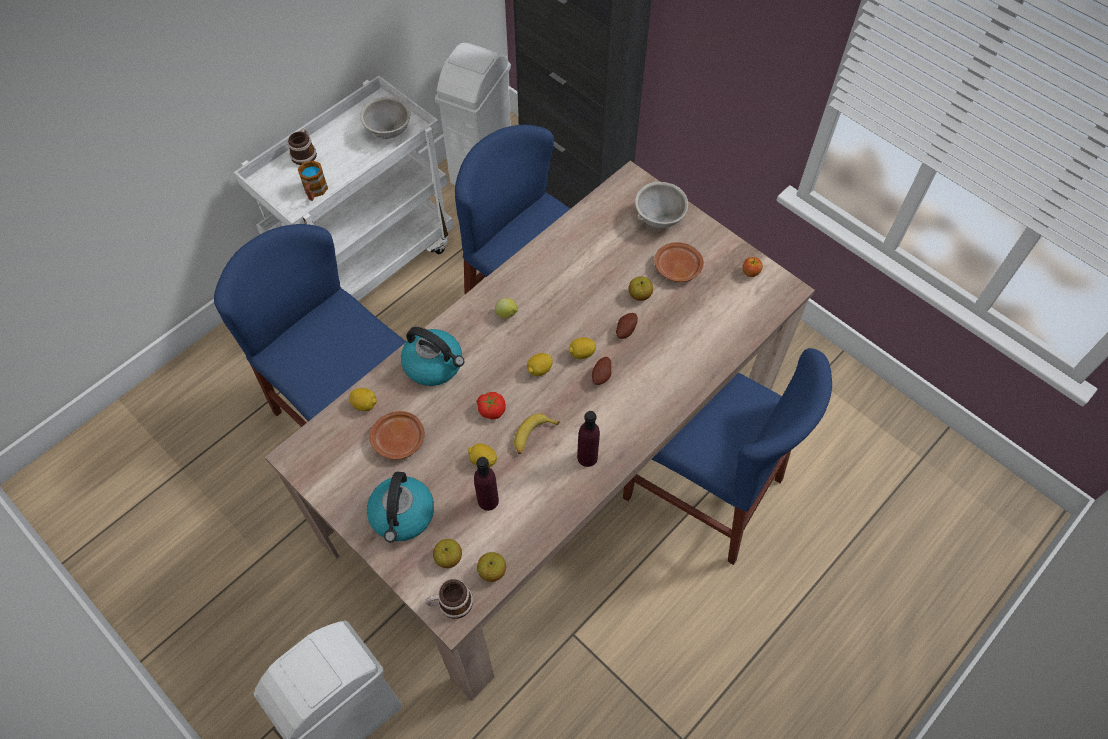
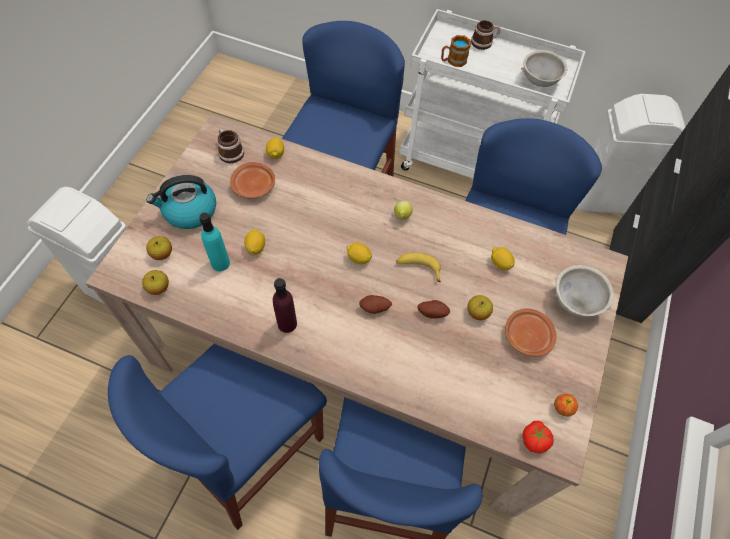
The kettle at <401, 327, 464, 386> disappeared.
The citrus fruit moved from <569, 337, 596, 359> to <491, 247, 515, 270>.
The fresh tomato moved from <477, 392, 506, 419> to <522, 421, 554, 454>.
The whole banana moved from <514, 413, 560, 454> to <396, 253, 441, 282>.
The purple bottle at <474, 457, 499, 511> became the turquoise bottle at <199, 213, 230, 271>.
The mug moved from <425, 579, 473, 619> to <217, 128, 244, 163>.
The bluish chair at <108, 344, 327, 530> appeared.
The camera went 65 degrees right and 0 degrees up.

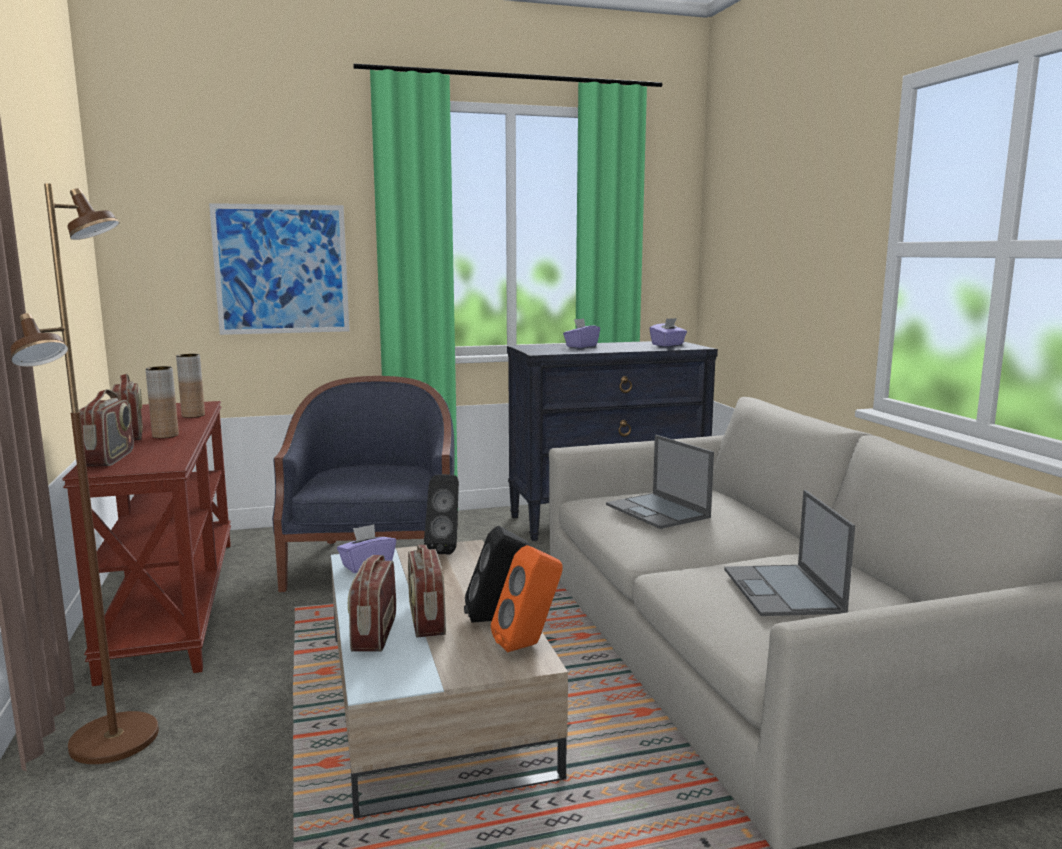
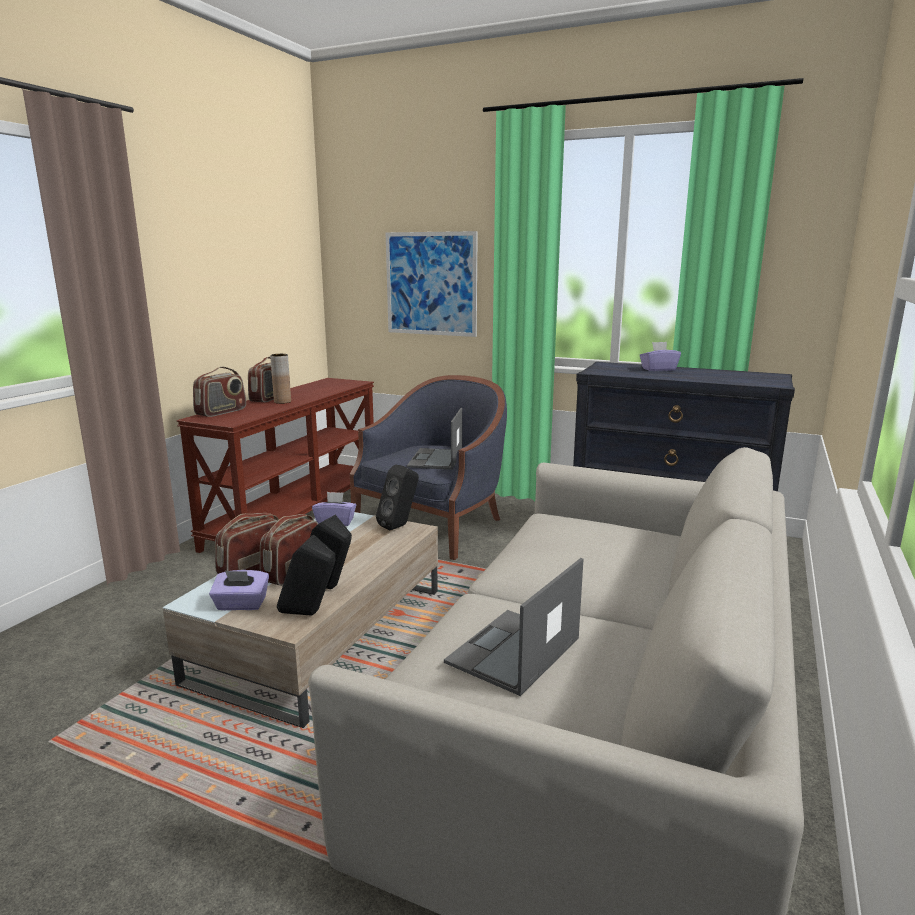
The brown-coloured floor lamp at <10, 183, 159, 764> disappeared.
The purple tissue box moved from <649, 318, 687, 346> to <209, 570, 269, 610>.
The brown-coloured vase at <176, 354, 205, 418> disappeared.
The laptop moved from <606, 435, 714, 529> to <407, 408, 462, 470>.
The orangey audio speaker at <491, 545, 563, 652> became the blackish audio speaker at <277, 535, 335, 616>.
The camera went 40 degrees right and 5 degrees up.

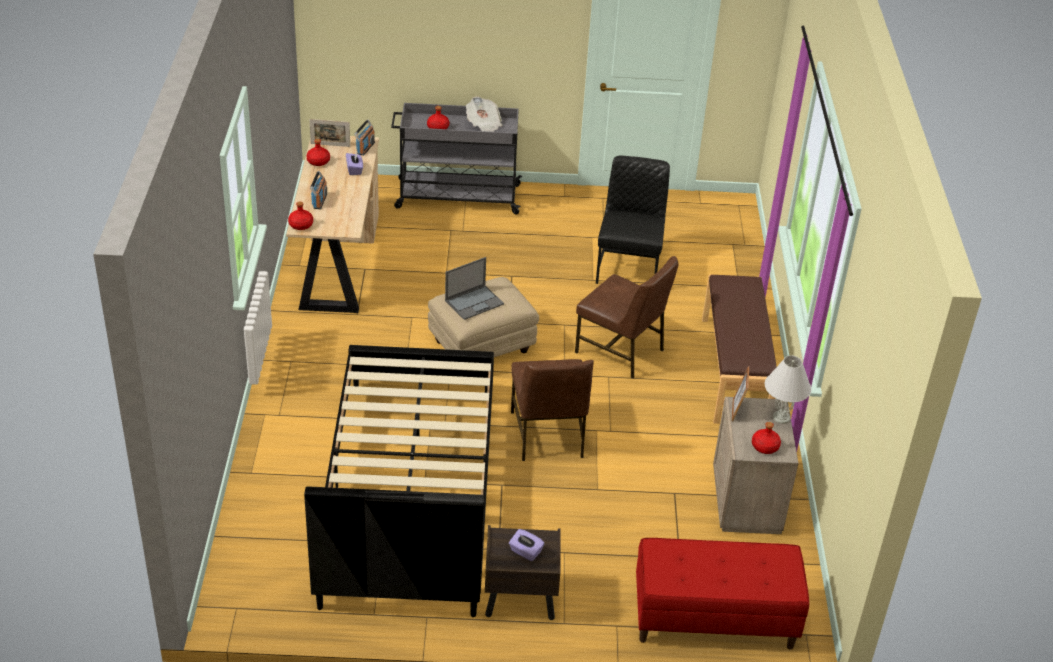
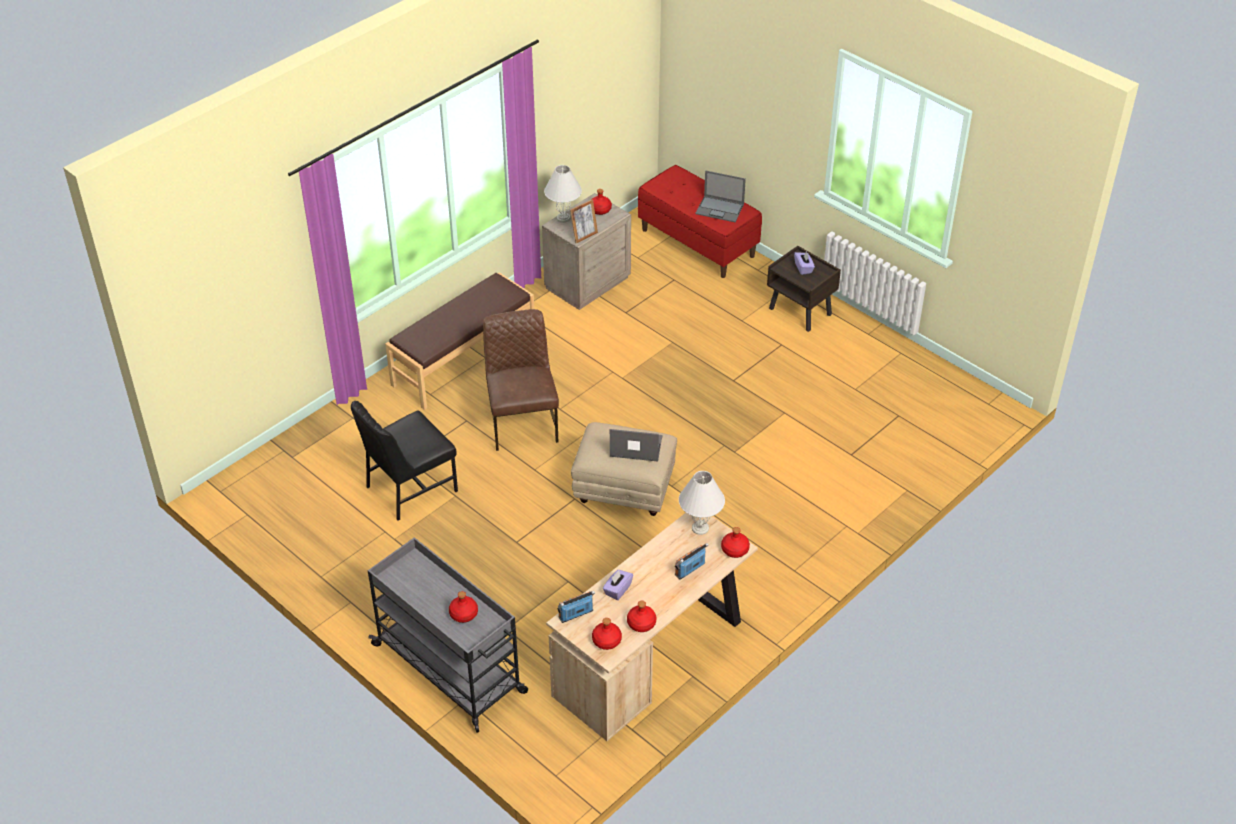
The daily paper at <466, 96, 502, 132> disappeared.
The standing frame at <309, 119, 350, 147> was replaced by the red-coloured bottle at <592, 618, 622, 650>.
The blackish bedroom bed at <304, 345, 494, 617> disappeared.
The brown-coloured chair at <511, 359, 594, 461> disappeared.
The laptop at <695, 171, 746, 222> appeared.
The white lamp for a table at <679, 471, 725, 535> appeared.
The camera went 135 degrees left and 5 degrees up.

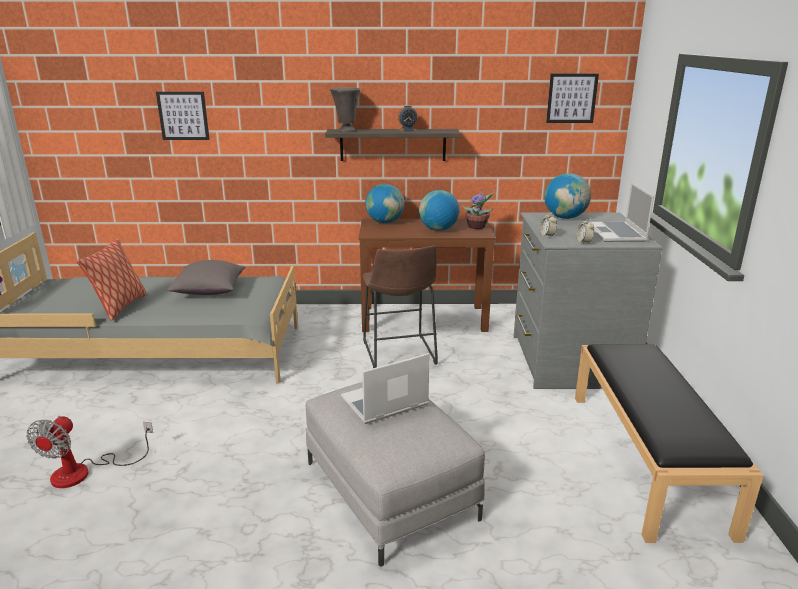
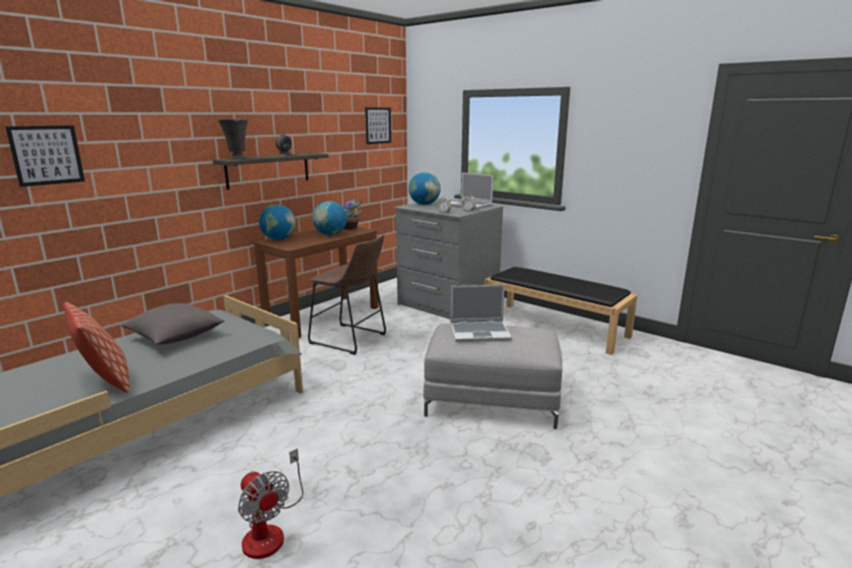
The laptop at <341, 353, 430, 424> turned 105 degrees counterclockwise.
The camera went 50 degrees left and 5 degrees down.

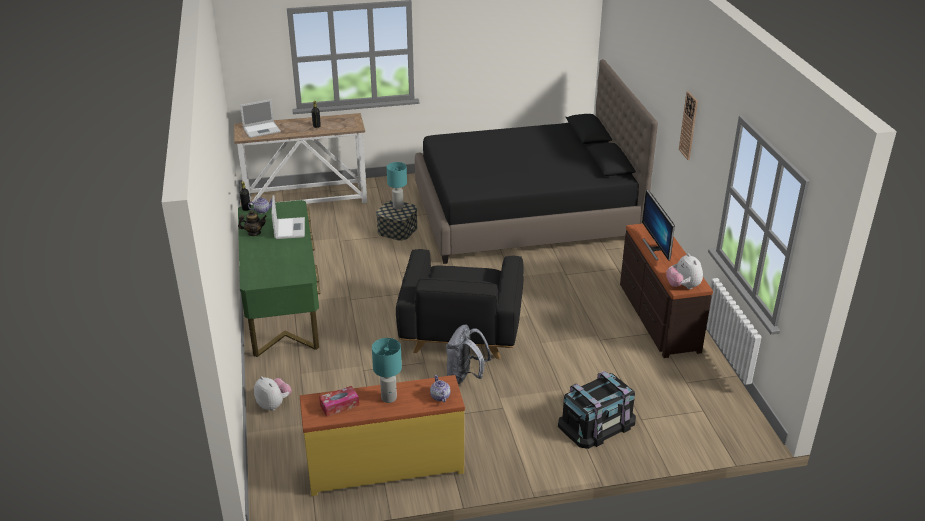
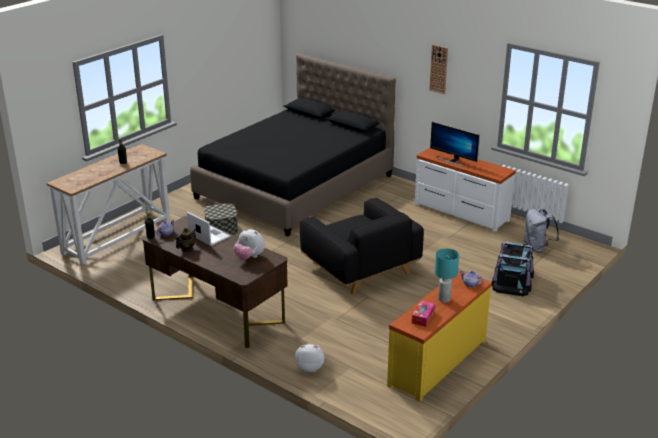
The laptop at <240, 99, 281, 138> disappeared.
The turquoise lamp for a table at <387, 162, 407, 209> disappeared.
The greenish desk at <238, 200, 321, 357> became the brown-coloured desk at <142, 216, 288, 348>.
The brown-coloured chest of drawers at <620, 224, 713, 358> became the white chest of drawers at <415, 148, 516, 232>.
The plush toy moved from <666, 253, 703, 289> to <234, 228, 265, 260>.
The greyish backpack moved from <446, 324, 491, 384> to <524, 208, 559, 253>.
The camera went 40 degrees left and 5 degrees down.

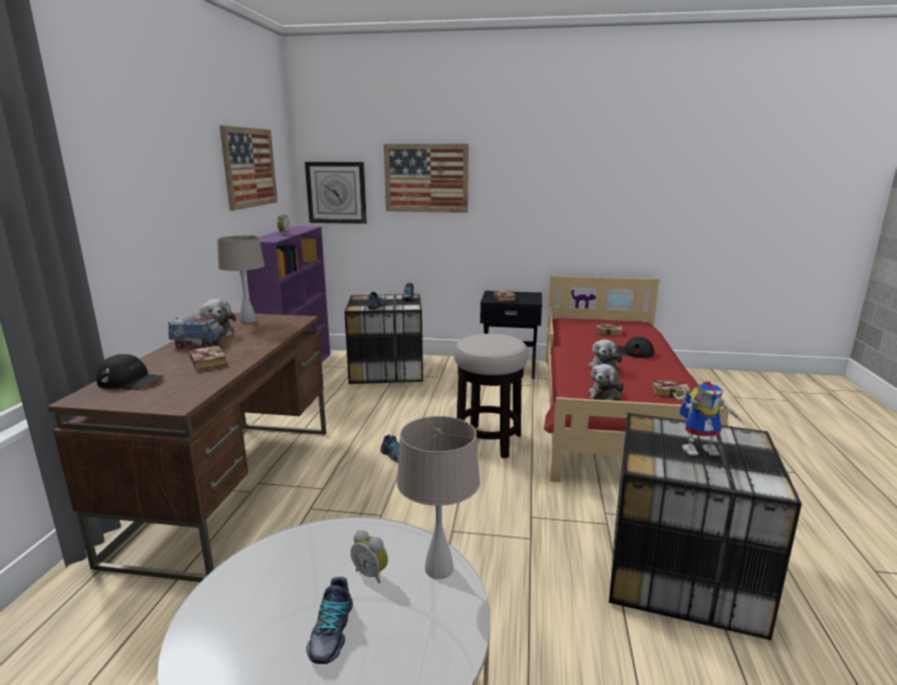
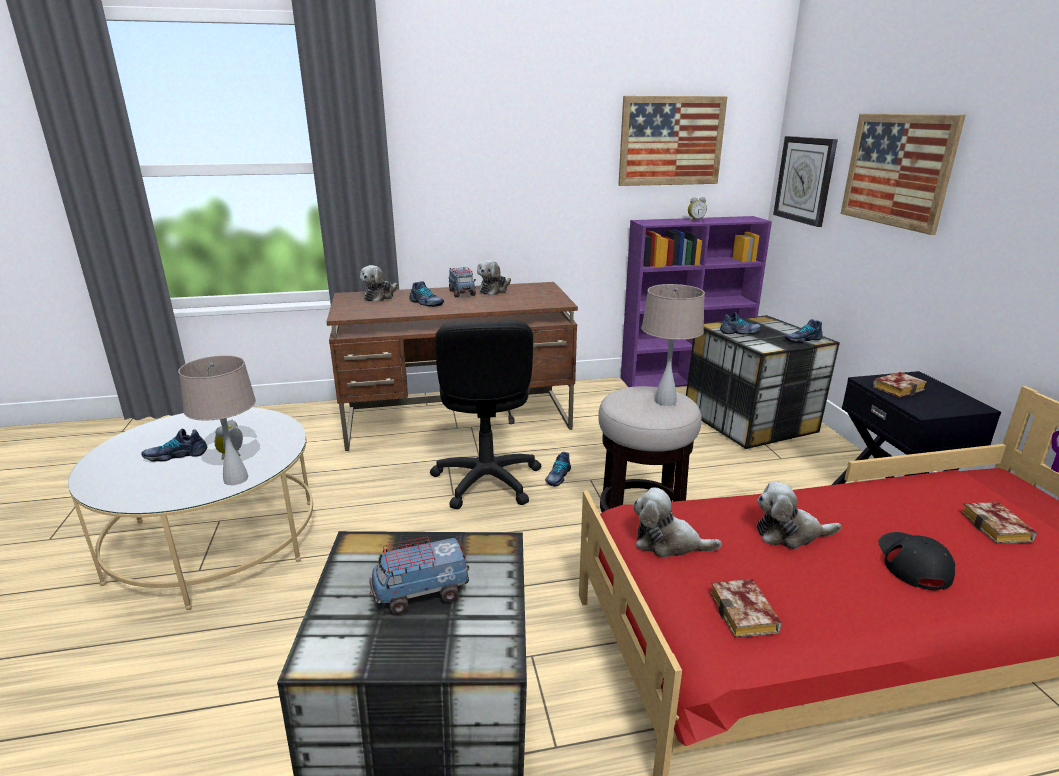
The beige-coloured lamp for a table moved from <217, 235, 265, 323> to <642, 284, 705, 406>.
The volume at <189, 346, 227, 371> was replaced by the item of footwear at <410, 281, 444, 307>.
The blackish peaked cap at <96, 354, 164, 390> was replaced by the plush toy at <360, 265, 398, 302>.
The robot figure at <673, 381, 743, 455> was replaced by the toy truck at <369, 536, 469, 615>.
The blackish computer chair at <430, 320, 541, 509> appeared.
The camera went 70 degrees right and 5 degrees up.

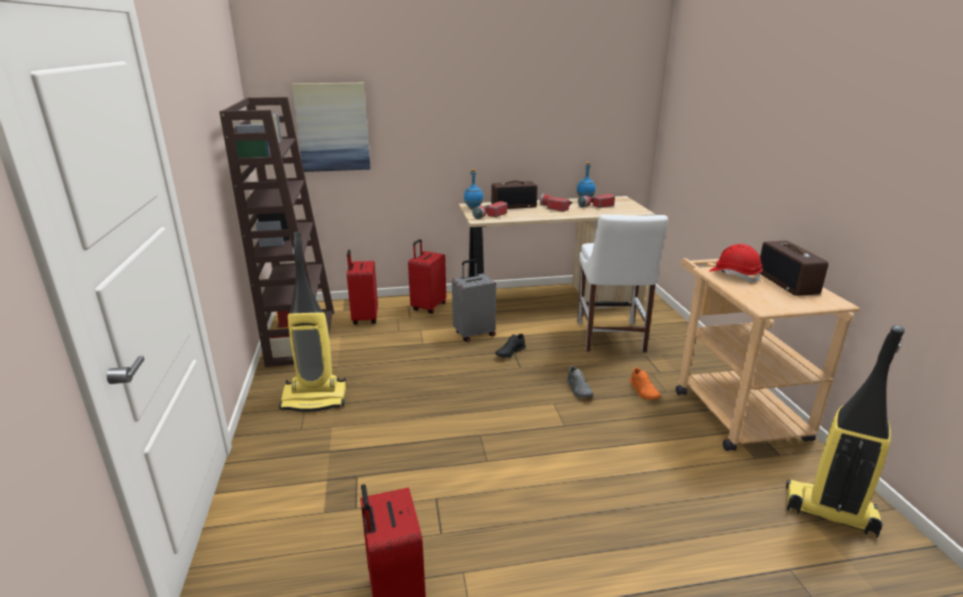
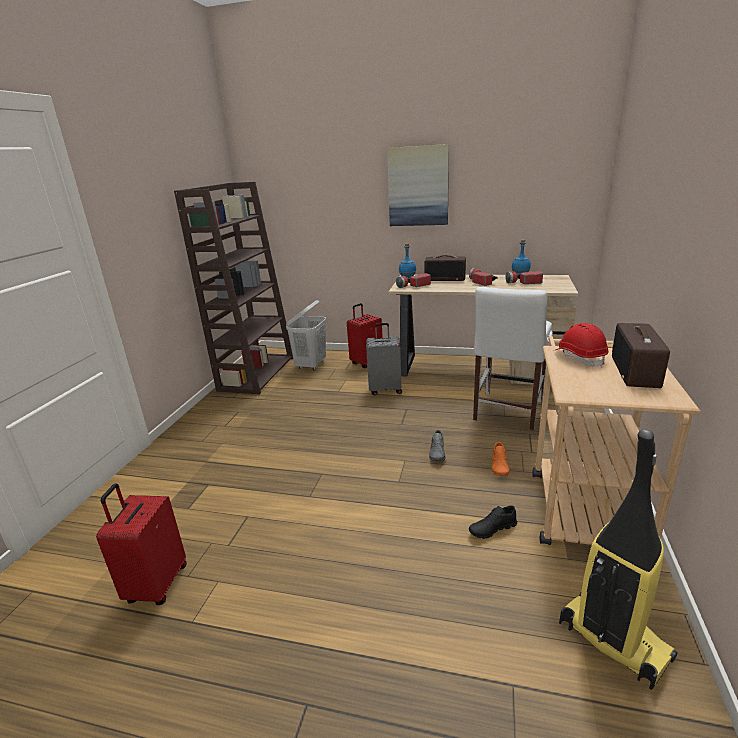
The wall art moved from <292, 83, 371, 172> to <387, 144, 449, 226>.
The vacuum cleaner at <279, 232, 347, 412> disappeared.
The red-coloured suitcase at <347, 250, 378, 324> was replaced by the white laundry basket at <286, 300, 326, 370>.
The blackish item of footwear moved from <495, 334, 526, 358> to <469, 505, 517, 539>.
The camera went 25 degrees right and 0 degrees up.

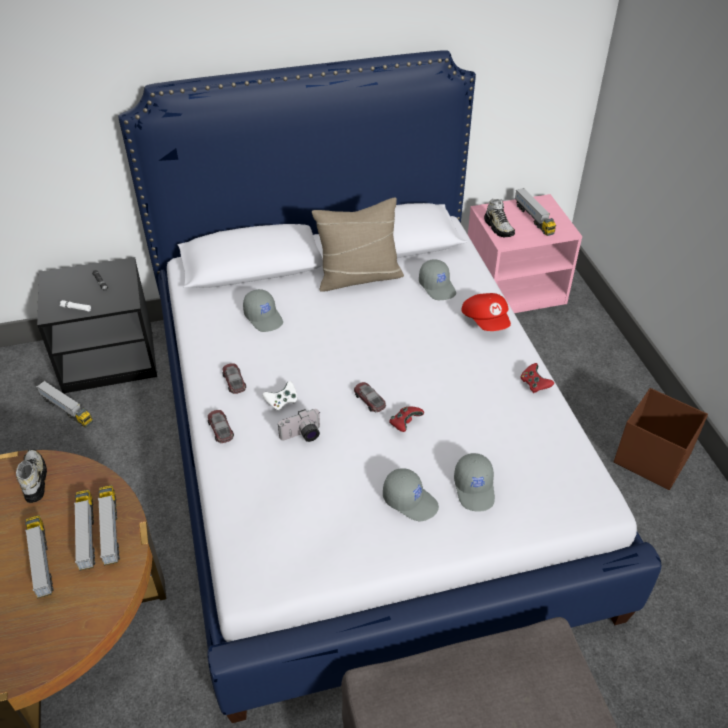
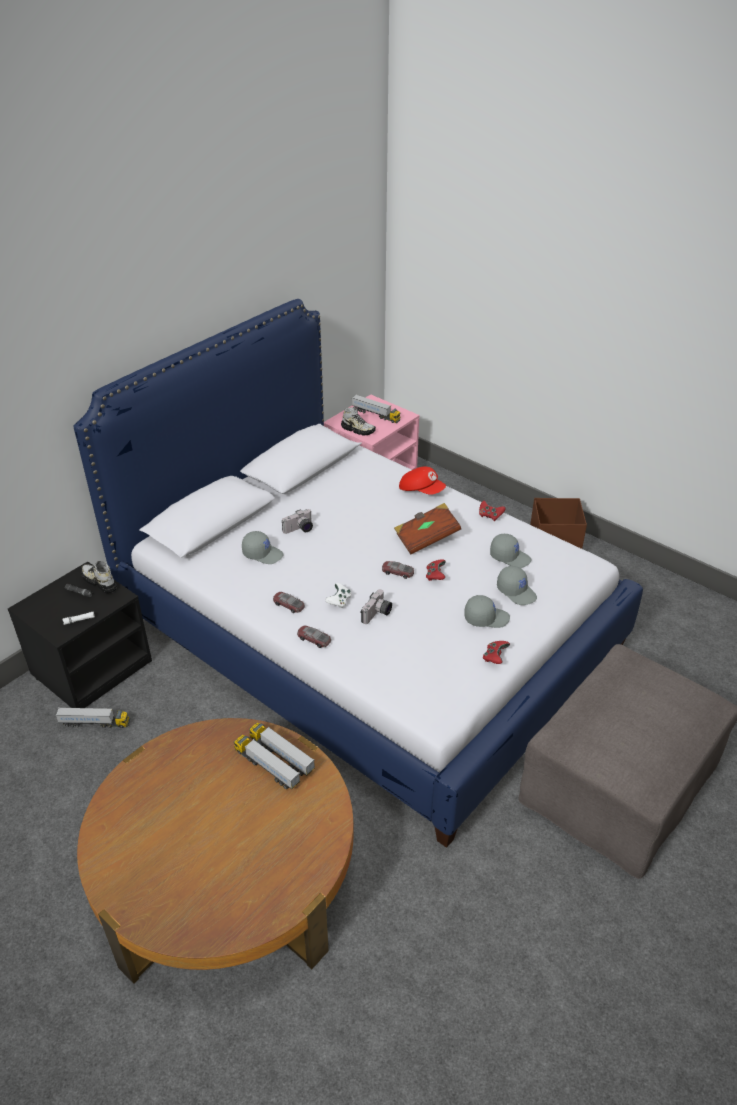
The beige-coloured throw pillow at <312, 197, 404, 291> disappeared.
The greyish peaked cap moved from <419, 259, 456, 300> to <490, 534, 532, 568>.
The item of footwear moved from <16, 449, 47, 503> to <81, 561, 117, 594>.
The toy truck at <25, 515, 53, 599> disappeared.
The brown-coloured volume at <394, 503, 461, 555> appeared.
The still camera at <282, 509, 313, 534> appeared.
The red-coloured joypad at <483, 641, 510, 664> appeared.
The camera went 35 degrees left and 5 degrees down.

